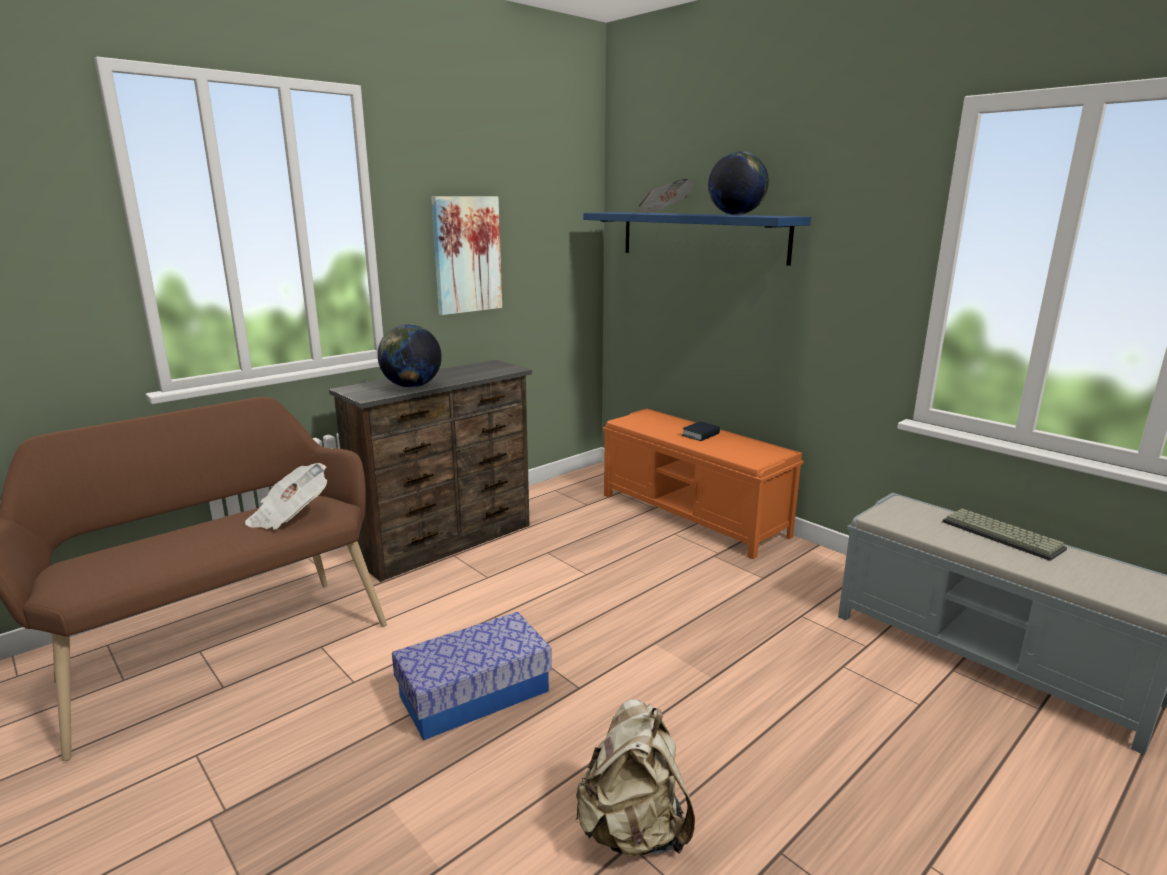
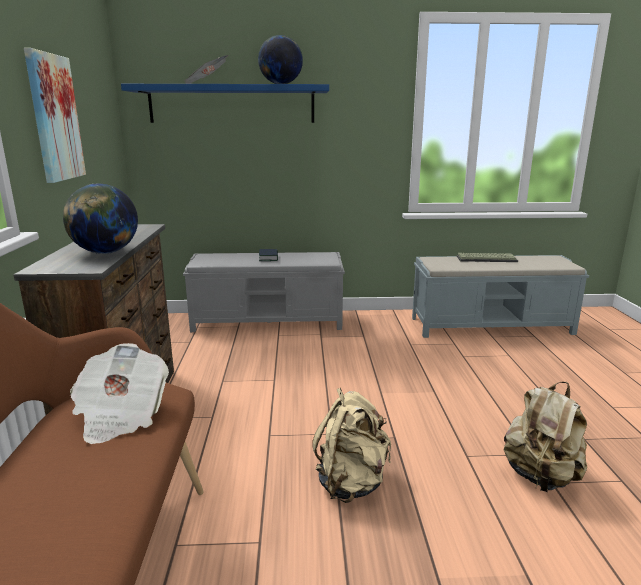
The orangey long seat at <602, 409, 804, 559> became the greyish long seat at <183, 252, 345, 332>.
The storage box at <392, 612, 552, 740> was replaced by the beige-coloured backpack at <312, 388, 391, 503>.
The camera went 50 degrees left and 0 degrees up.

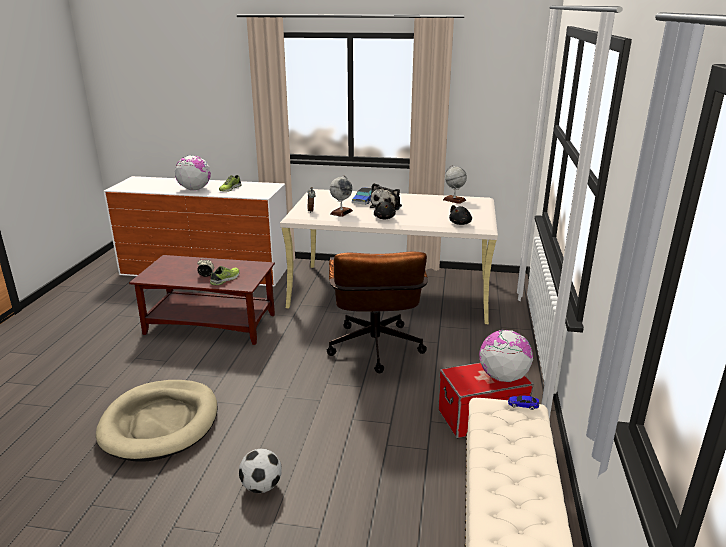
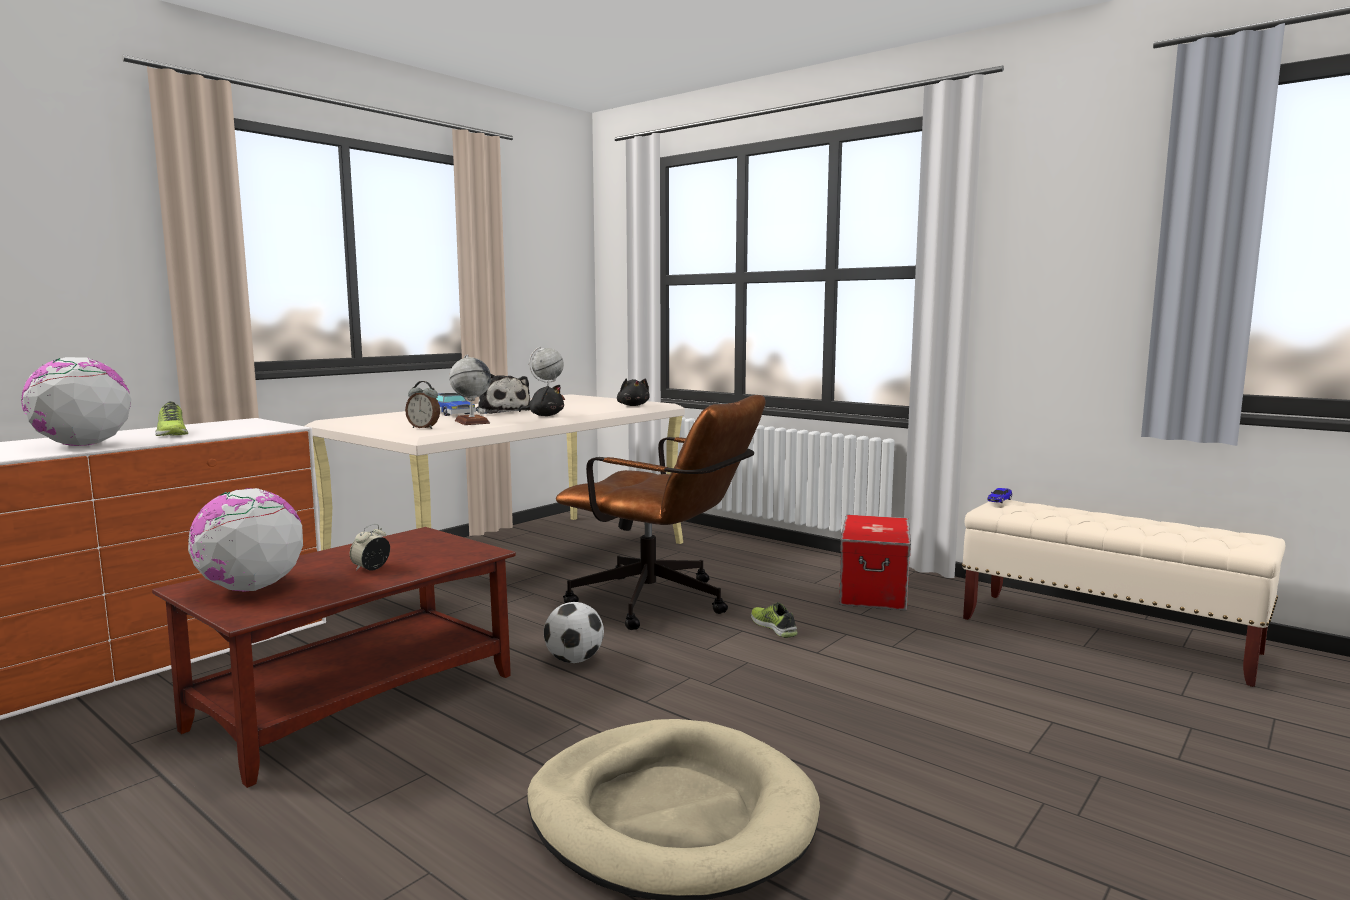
The item of footwear moved from <210, 266, 240, 285> to <751, 602, 798, 638>.
The world globe moved from <479, 330, 533, 382> to <188, 488, 303, 592>.
The football moved from <239, 448, 282, 493> to <544, 602, 604, 663>.
The camera went 60 degrees left and 15 degrees down.

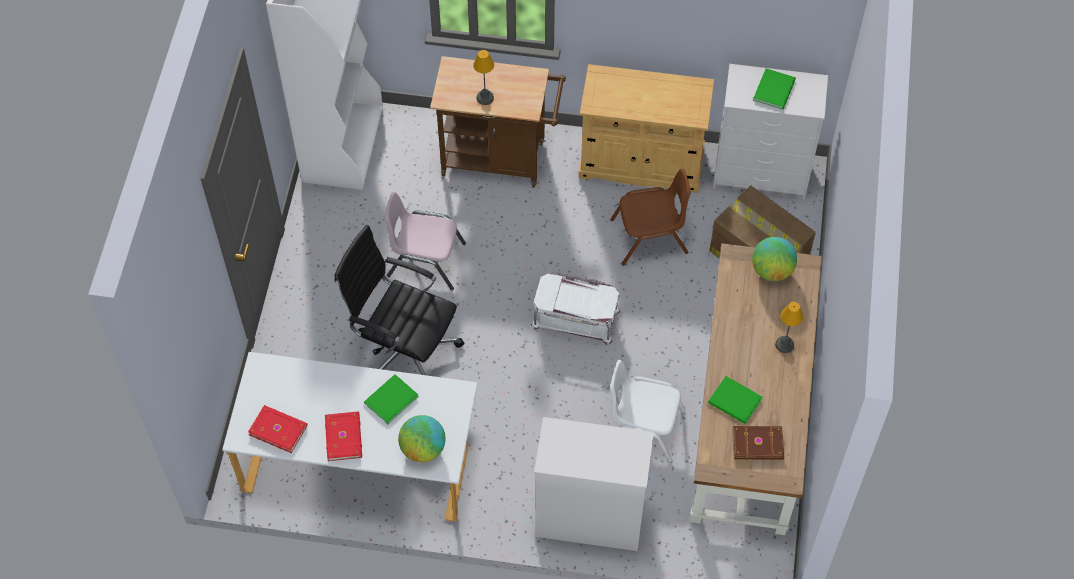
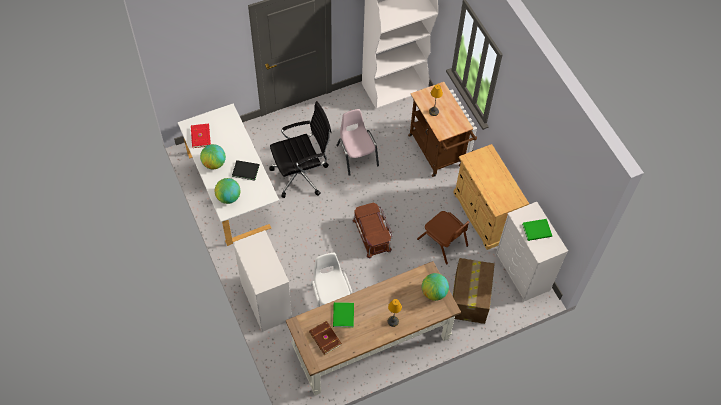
The blackish computer chair at <335, 225, 464, 375> turned 75 degrees clockwise.
The white storage box at <531, 273, 620, 345> became the brown-coloured storage box at <352, 203, 393, 259>.
The greenish volume at <364, 374, 419, 424> became the blackish volume at <232, 160, 259, 181>.
The red-coloured volume at <325, 412, 362, 461> was replaced by the world globe at <200, 144, 226, 169>.
The camera went 55 degrees right and 0 degrees up.

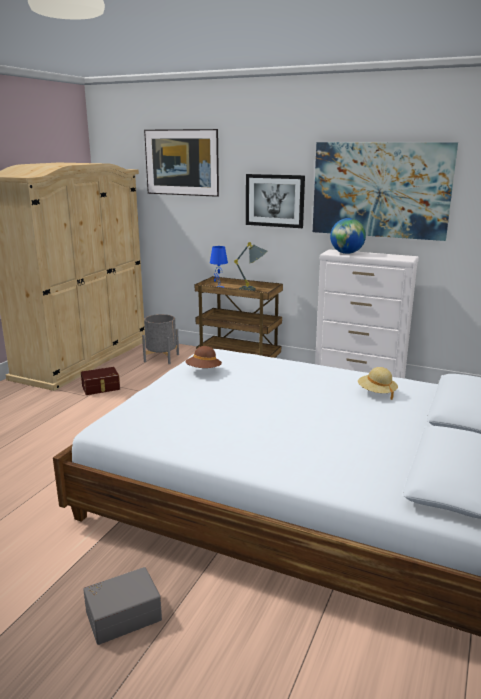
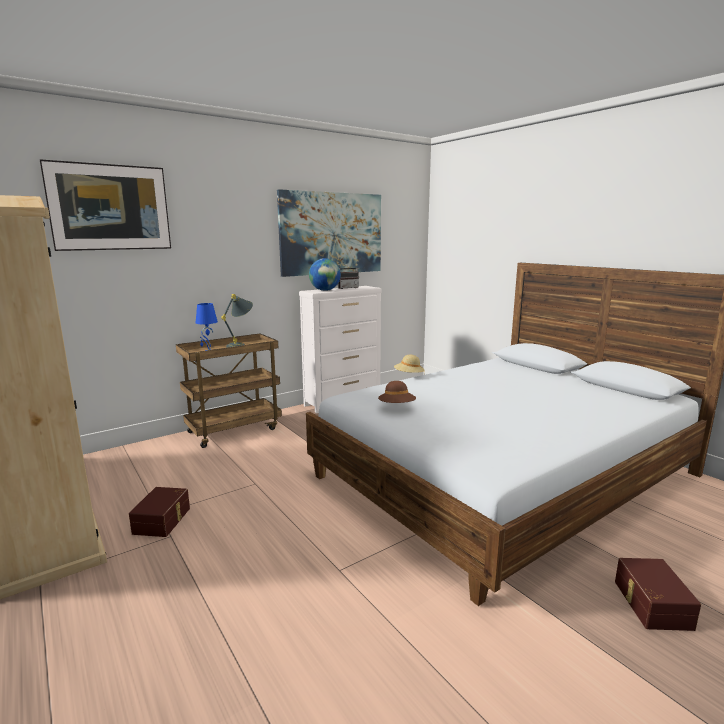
The wall art at <246, 174, 305, 228> disappeared.
The greyish flower pot at <142, 314, 179, 364> disappeared.
The beige-coloured hat moved from <358, 367, 398, 400> to <394, 355, 424, 373>.
The greyish storage box at <83, 567, 162, 645> became the brown-coloured storage box at <615, 558, 701, 631>.
The radio at <338, 263, 359, 289> appeared.
The camera went 60 degrees left and 5 degrees down.

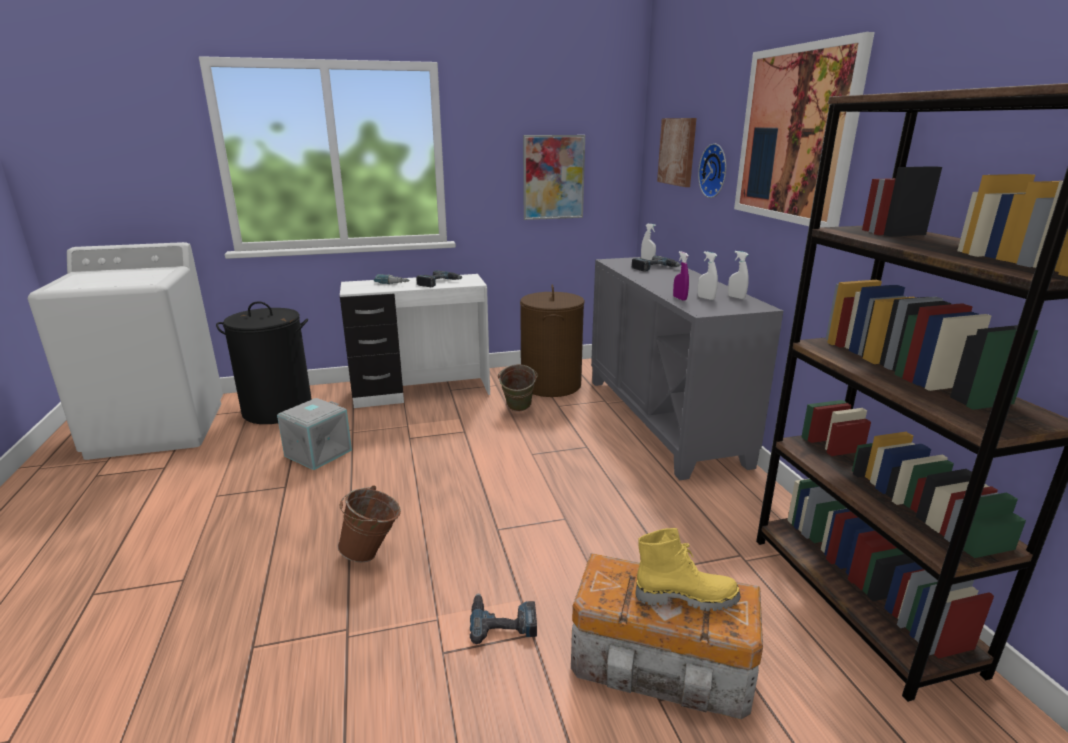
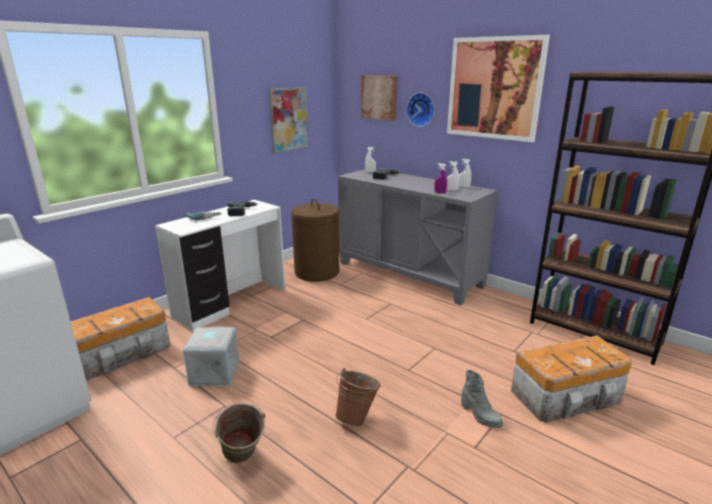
The blackish laundry basket at <216, 301, 312, 424> was replaced by the storage box at <71, 297, 170, 381>.
The greenish pail moved from <498, 364, 537, 411> to <213, 403, 265, 463>.
The yellowish high-top boot at <636, 528, 740, 611> disappeared.
The drill at <470, 593, 537, 644> was replaced by the greyish high-top boot at <461, 370, 503, 428>.
The camera went 35 degrees left and 0 degrees up.

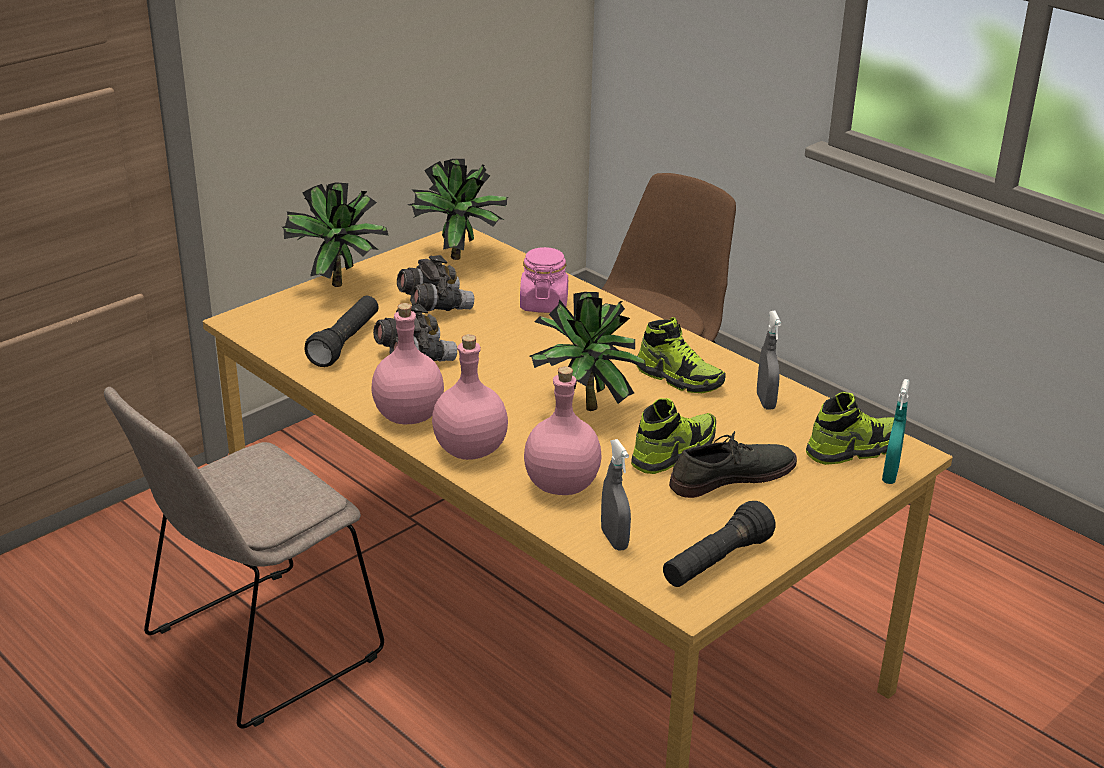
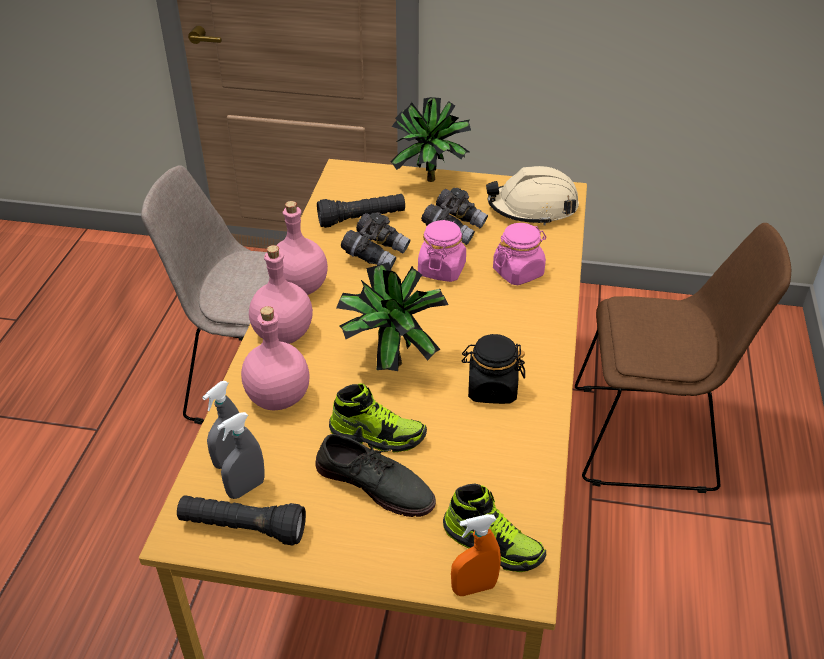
The plant in a pot at <408, 159, 507, 260> was replaced by the beige-coloured work helmet at <486, 166, 579, 226>.
The greyish spray bottle moved from <757, 311, 781, 410> to <217, 412, 265, 499>.
The item of footwear at <636, 317, 726, 393> was replaced by the blackish storage jar at <462, 334, 525, 404>.
The turquoise spray bottle at <882, 379, 910, 484> became the orangey spray bottle at <451, 514, 501, 596>.
The pink-coloured storage jar at <418, 220, 466, 282> appeared.
The camera went 55 degrees right and 10 degrees up.

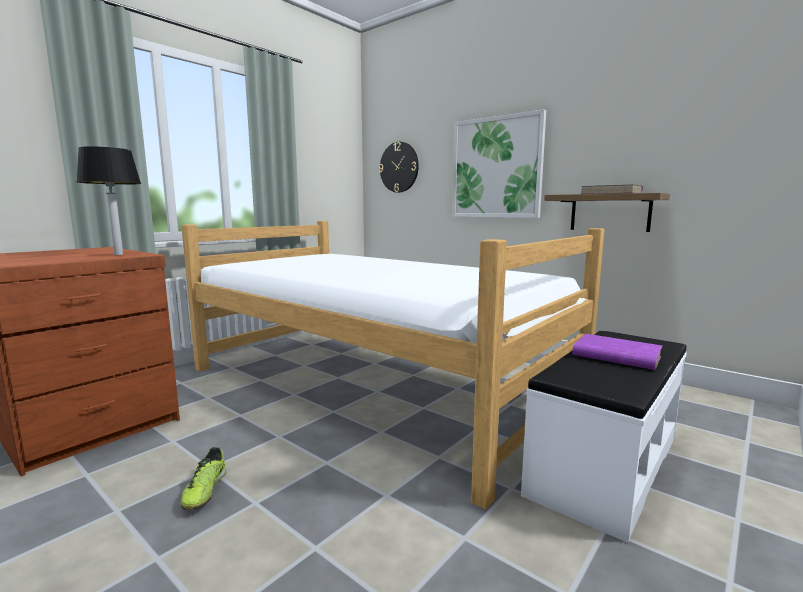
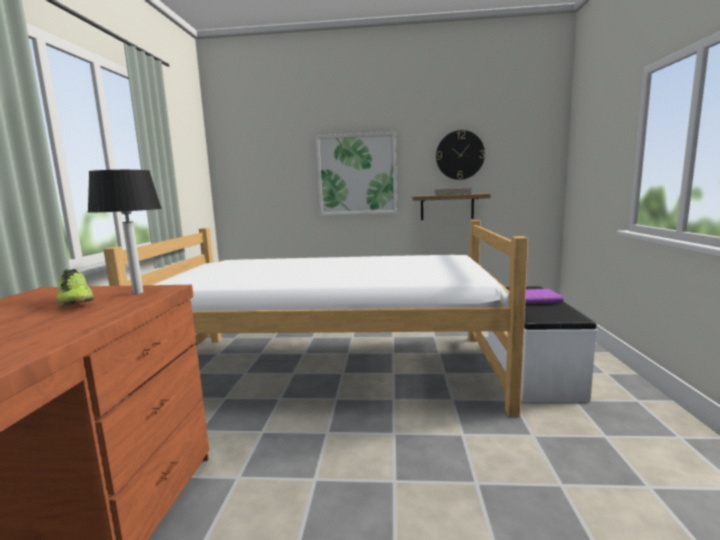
The hanging clock moved from <379, 142, 419, 193> to <436, 130, 485, 180>.
The item of footwear moved from <180, 447, 226, 510> to <57, 269, 94, 306>.
The camera went 35 degrees left and 0 degrees up.

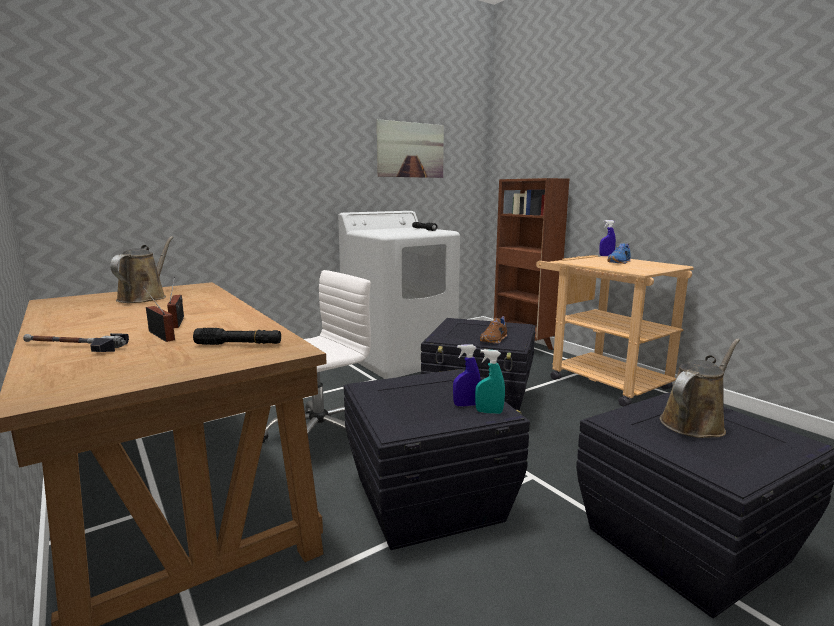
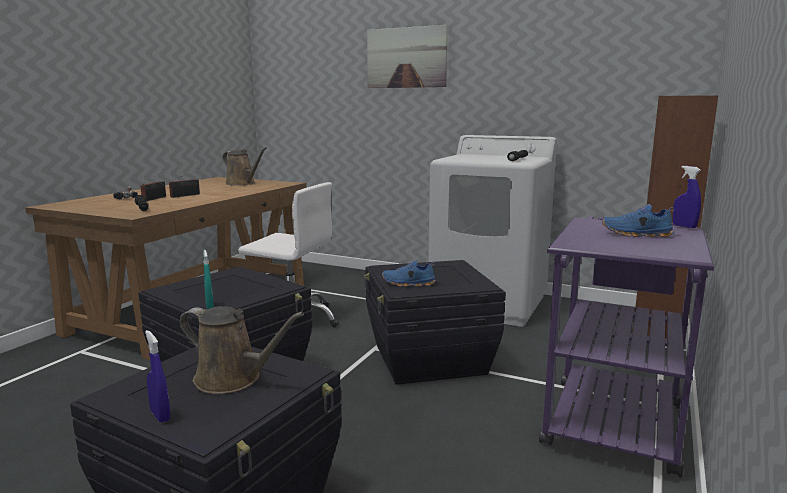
The wall art moved from <377, 119, 444, 178> to <367, 25, 448, 88>.
The brown-coloured watering pot at <110, 236, 173, 303> turned 60 degrees clockwise.
The beige-coloured wheeled cart at <536, 255, 694, 407> became the purple wheeled cart at <539, 216, 714, 478>.
The brown-coloured item of footwear at <480, 316, 507, 344> became the bluish item of footwear at <382, 260, 436, 287>.
The bluish spray bottle moved from <453, 344, 481, 406> to <145, 330, 170, 423>.
The camera went 60 degrees right and 0 degrees up.

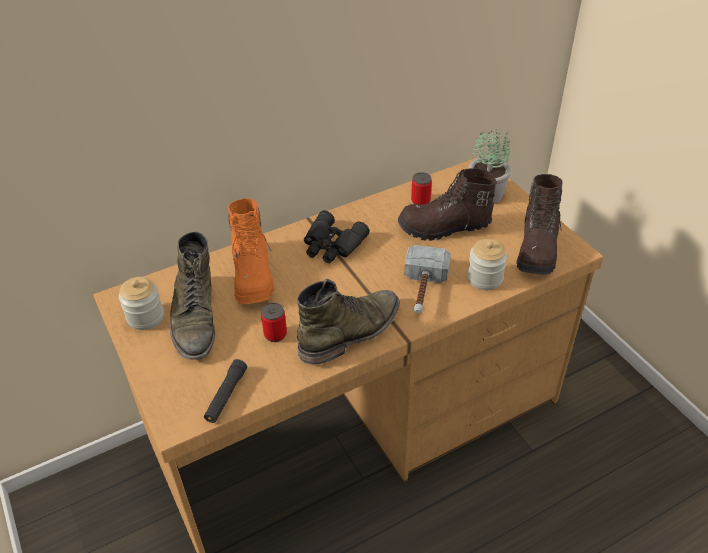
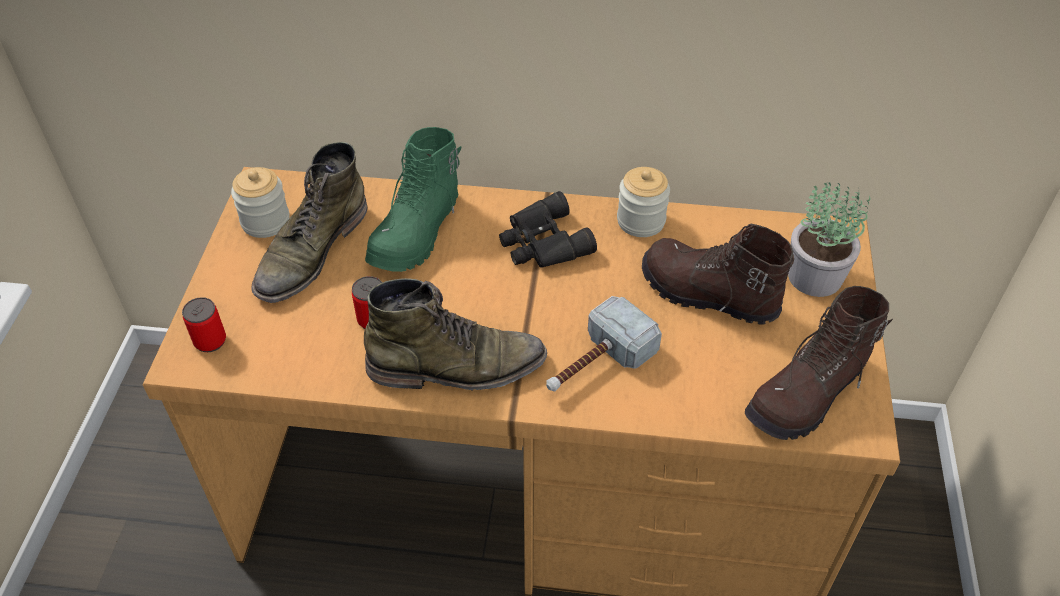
The can moved from <411, 172, 432, 205> to <182, 297, 226, 352>.
The orangey high-top boot at <228, 198, 274, 304> became the greenish high-top boot at <365, 127, 461, 272>.
The storage jar moved from <467, 239, 507, 290> to <617, 167, 670, 237>.
The blackish flashlight at <204, 359, 247, 423> disappeared.
The camera went 35 degrees right and 5 degrees up.

